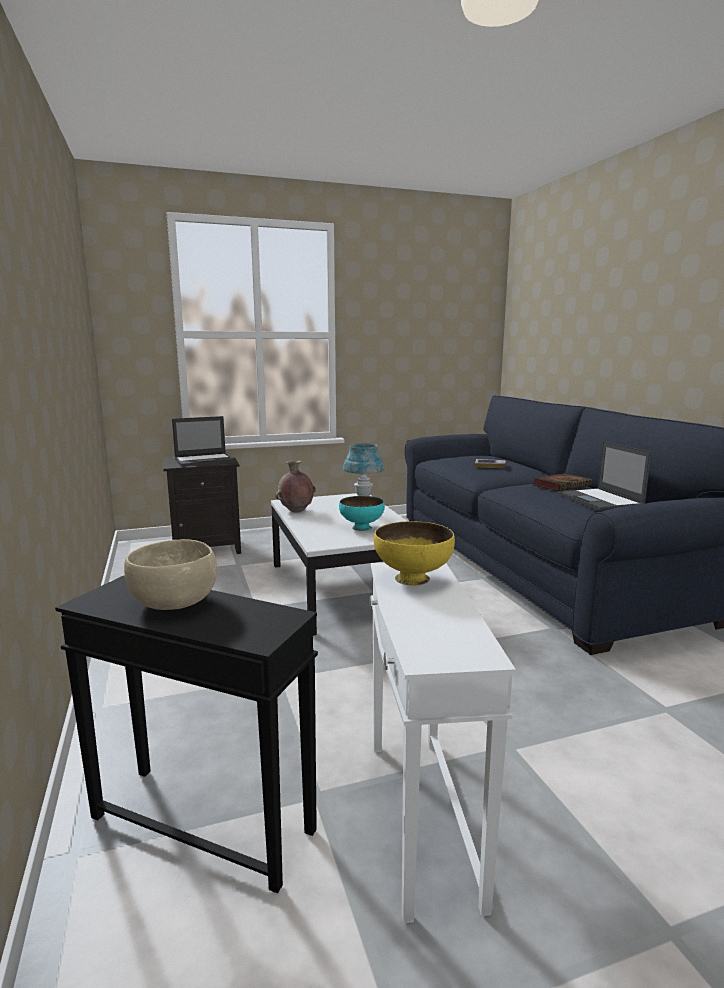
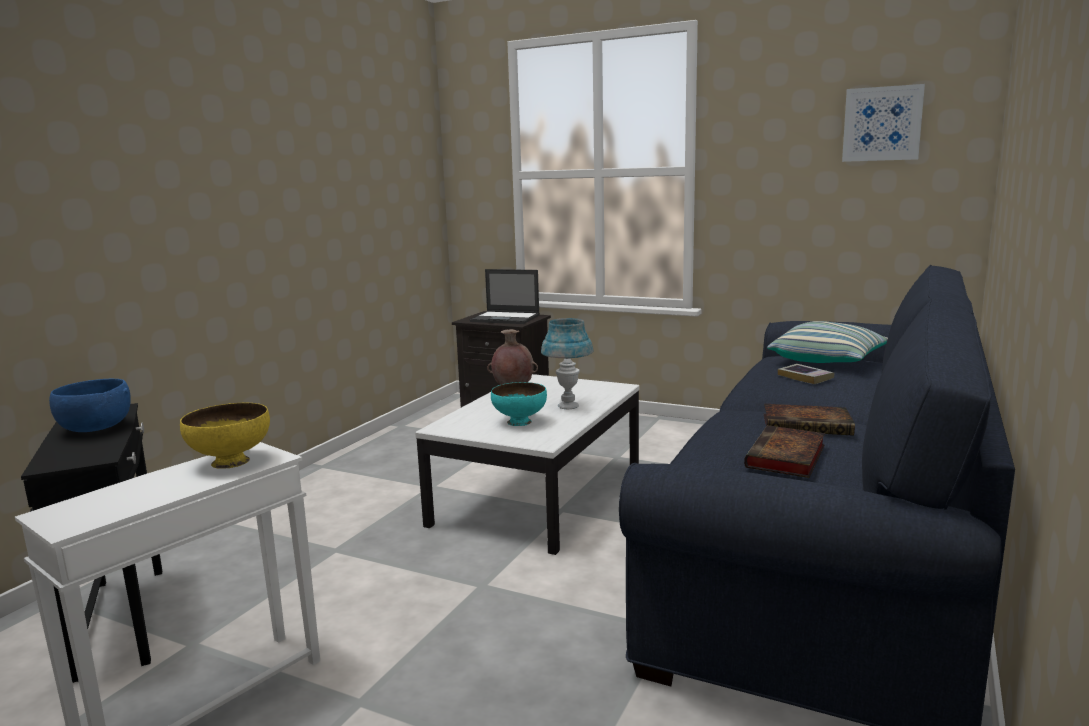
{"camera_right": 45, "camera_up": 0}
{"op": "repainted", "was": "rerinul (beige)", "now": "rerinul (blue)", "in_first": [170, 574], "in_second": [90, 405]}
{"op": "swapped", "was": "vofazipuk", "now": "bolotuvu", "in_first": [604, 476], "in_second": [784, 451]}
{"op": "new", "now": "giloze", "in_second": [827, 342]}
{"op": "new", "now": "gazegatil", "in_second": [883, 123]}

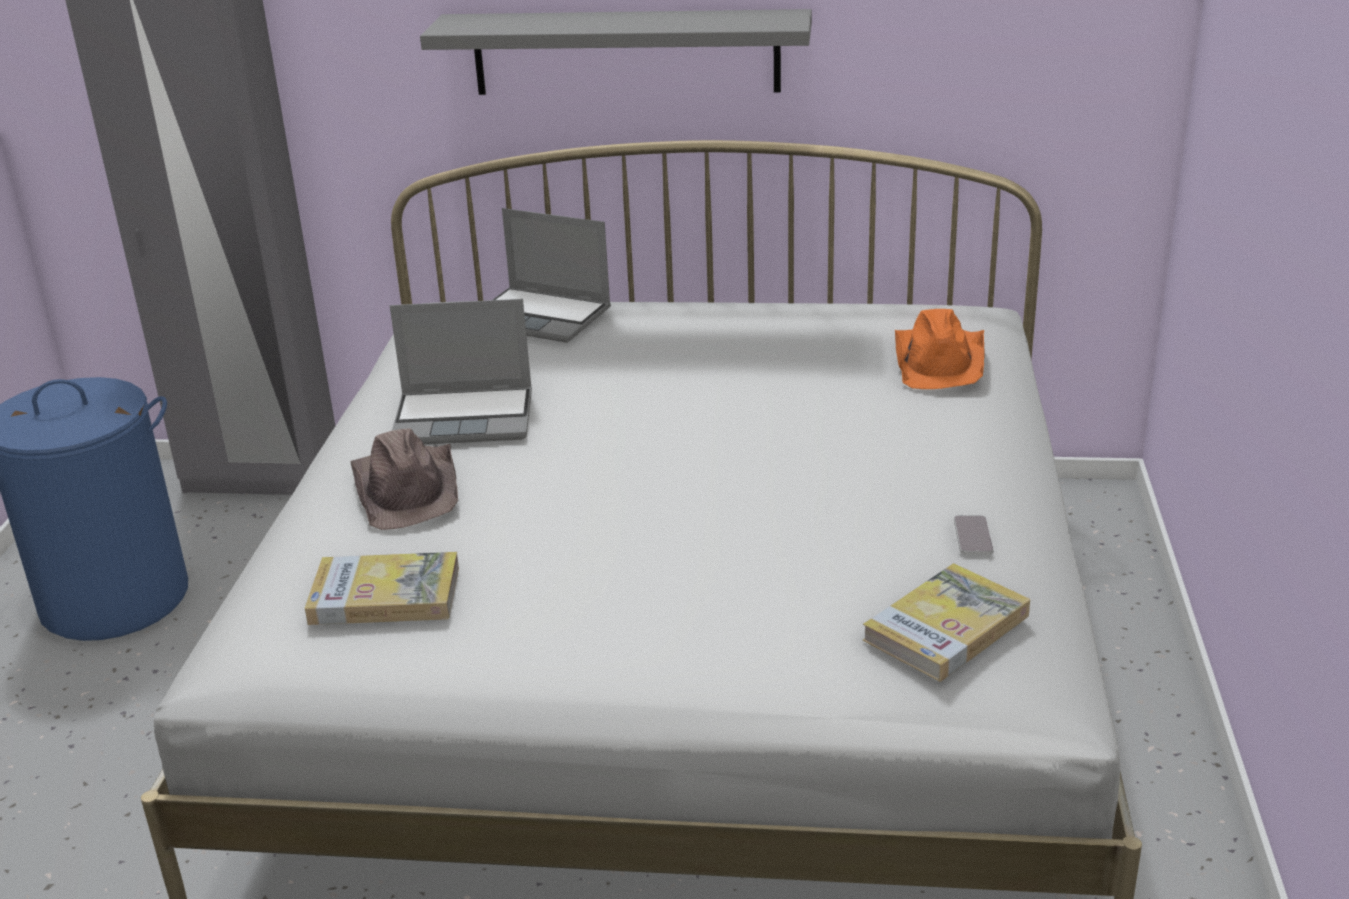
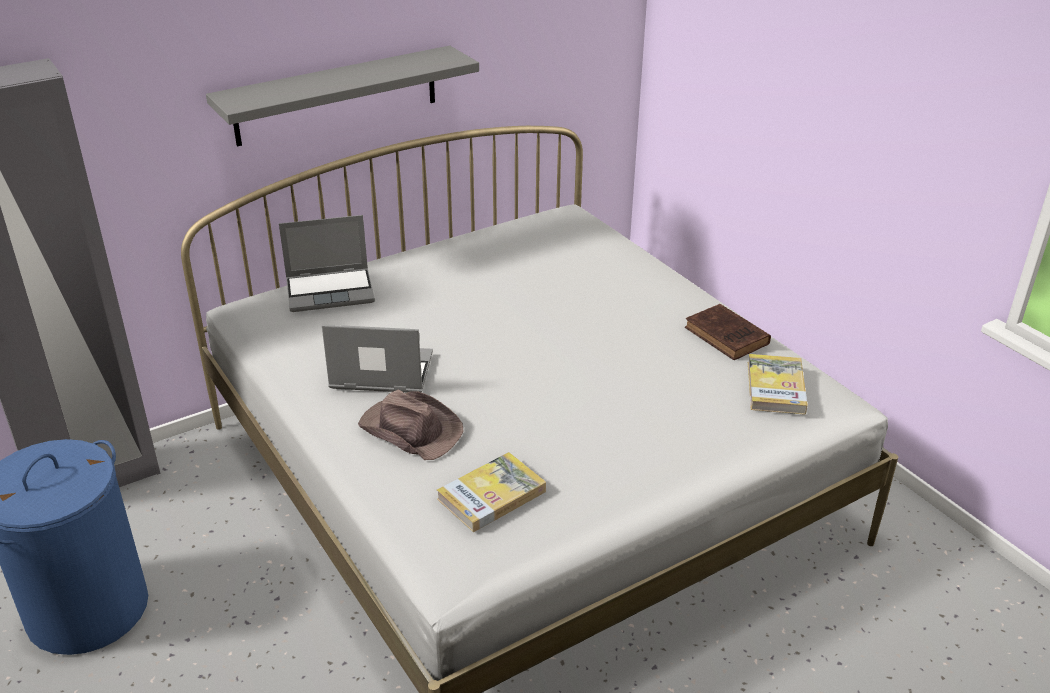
{"camera_right": -40, "camera_up": 5}
{"op": "rotated", "was": "vofazipuk", "in_first": [461, 371], "in_second": [377, 358], "clockwise": -135}
{"op": "gone", "was": "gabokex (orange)", "in_first": [940, 349]}
{"op": "swapped", "was": "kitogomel", "now": "bolotuvu (brown)", "in_first": [974, 534], "in_second": [728, 332]}

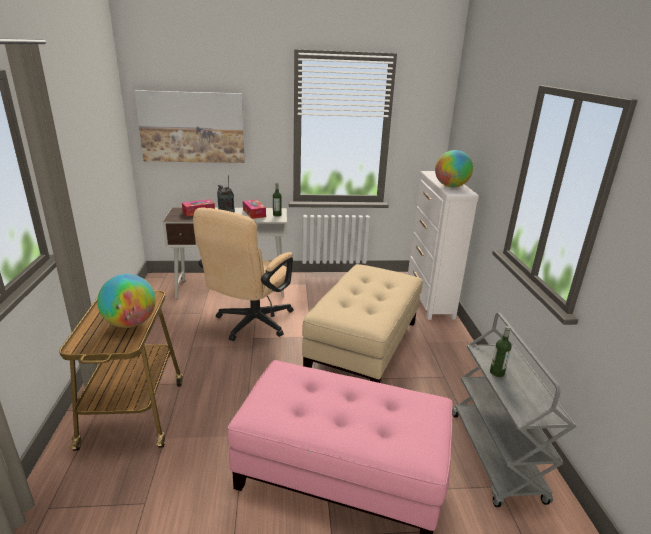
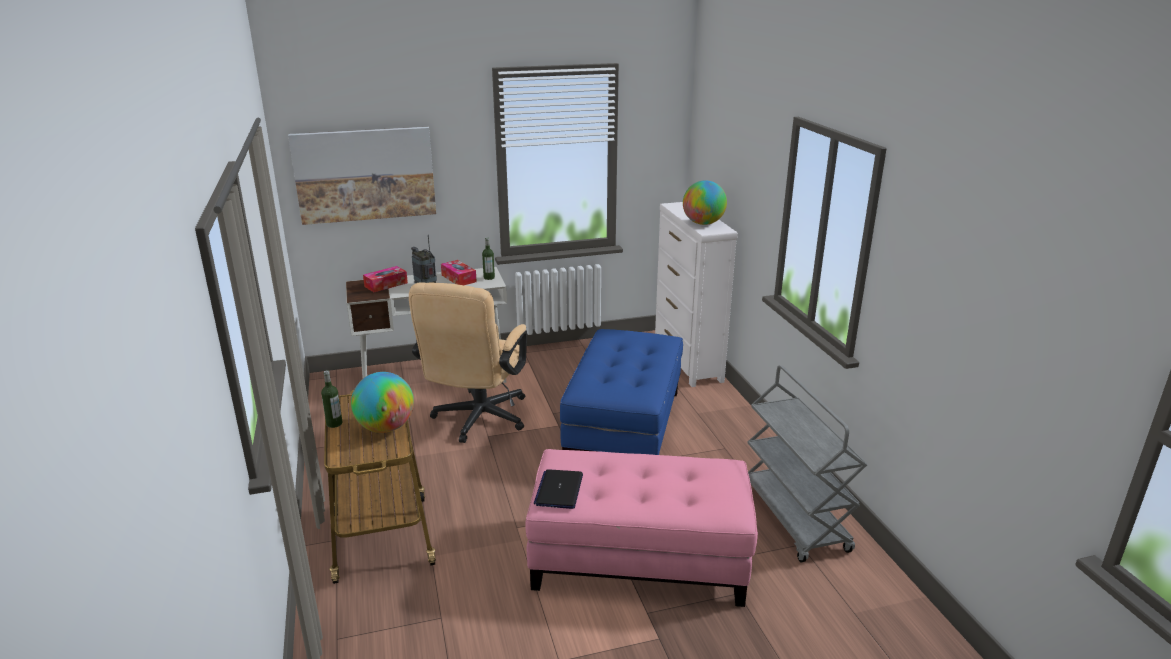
{"camera_right": -10, "camera_up": 0}
{"op": "repainted", "was": "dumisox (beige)", "now": "dumisox (blue)", "in_first": [362, 323], "in_second": [621, 392]}
{"op": "shifted", "was": "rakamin", "in_first": [500, 351], "in_second": [332, 399]}
{"op": "new", "now": "vofazipuk", "in_second": [558, 489]}

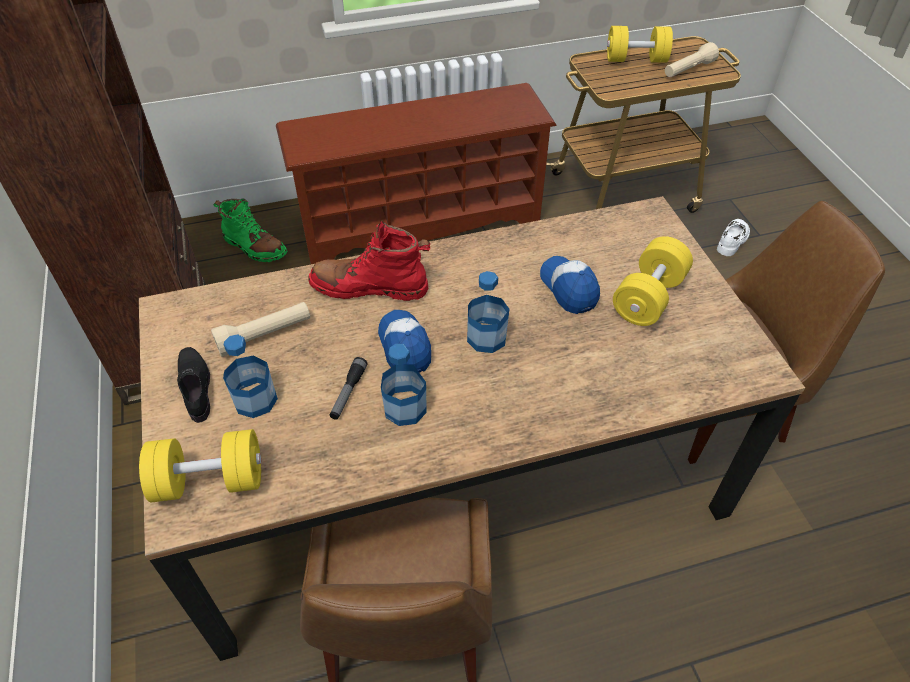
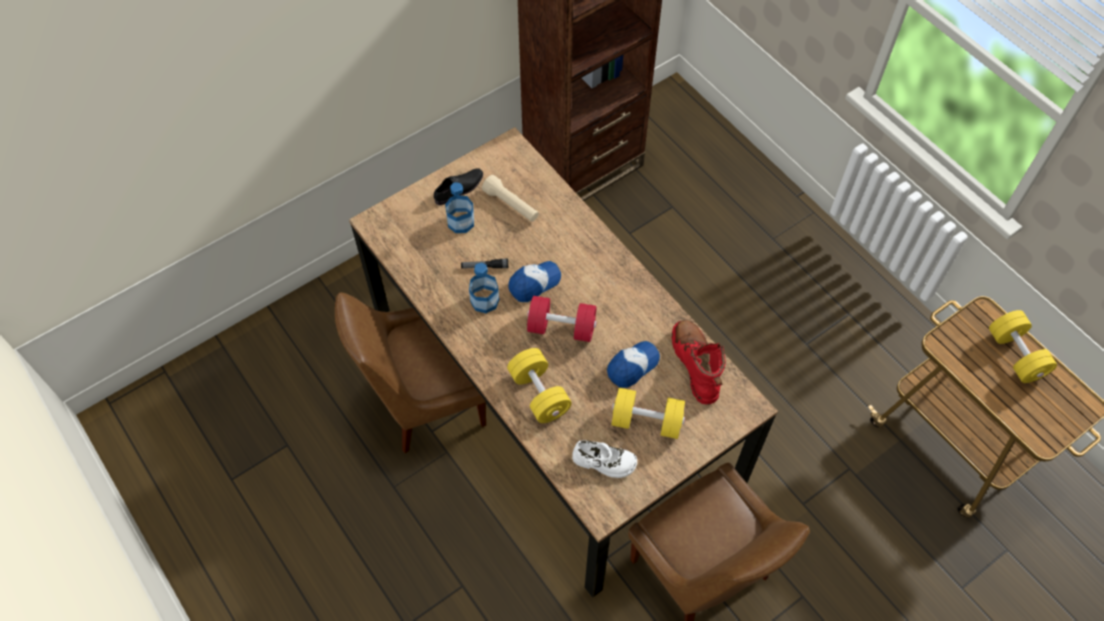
{"camera_right": 70, "camera_up": 10}
{"op": "shifted", "was": "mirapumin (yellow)", "in_first": [200, 465], "in_second": [539, 385]}
{"op": "gone", "was": "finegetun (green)", "in_first": [250, 230]}
{"op": "gone", "was": "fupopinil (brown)", "in_first": [416, 173]}
{"op": "shifted", "was": "finegetun (red)", "in_first": [369, 260], "in_second": [699, 362]}
{"op": "swapped", "was": "rakamin", "now": "mirapumin (red)", "in_first": [488, 312], "in_second": [562, 319]}
{"op": "gone", "was": "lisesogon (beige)", "in_first": [692, 59]}
{"op": "shifted", "was": "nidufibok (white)", "in_first": [733, 237], "in_second": [604, 459]}

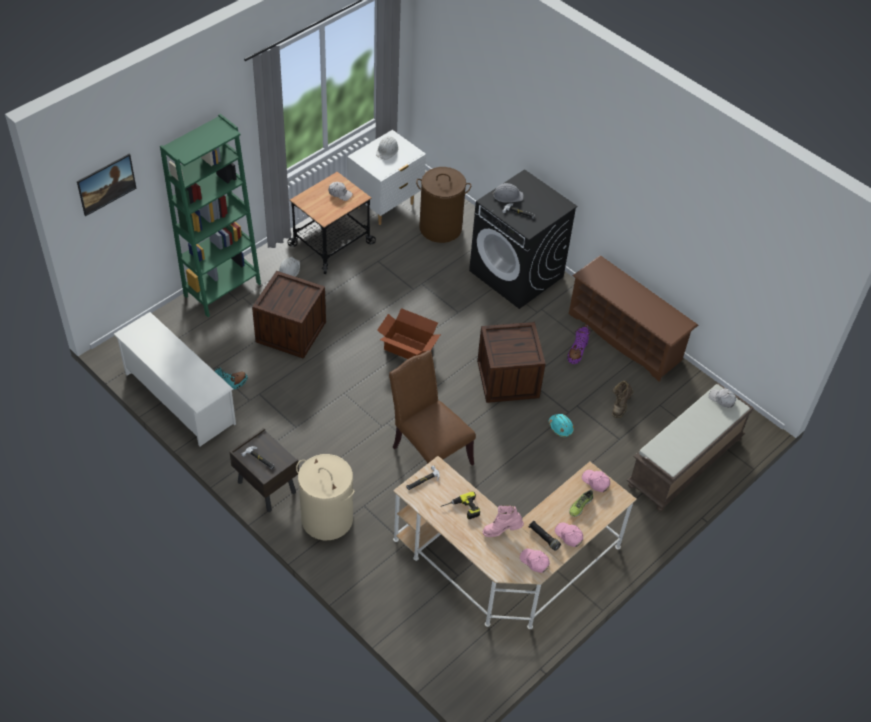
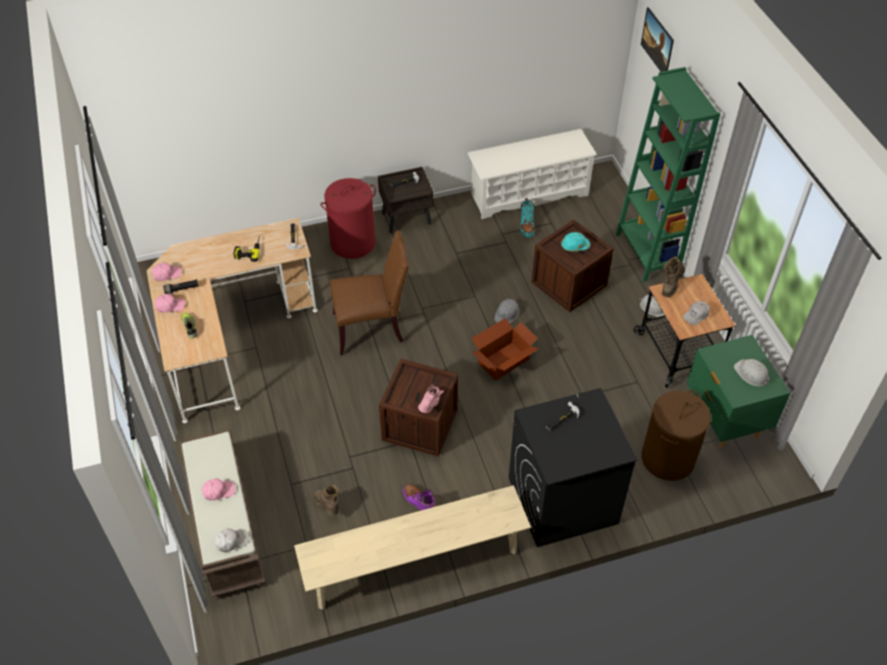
{"camera_right": 120, "camera_up": 0}
{"op": "repainted", "was": "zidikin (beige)", "now": "zidikin (red)", "in_first": [325, 497], "in_second": [348, 218]}
{"op": "repainted", "was": "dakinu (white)", "now": "dakinu (green)", "in_first": [386, 177], "in_second": [738, 392]}
{"op": "shifted", "was": "finegetun (pink)", "in_first": [503, 521], "in_second": [431, 398]}
{"op": "shifted", "was": "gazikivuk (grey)", "in_first": [507, 193], "in_second": [507, 311]}
{"op": "shifted", "was": "gazikivuk (turquoise)", "in_first": [561, 425], "in_second": [575, 242]}
{"op": "swapped", "was": "fupopinil (brown)", "now": "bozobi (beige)", "in_first": [633, 318], "in_second": [412, 547]}
{"op": "shifted", "was": "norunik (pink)", "in_first": [596, 481], "in_second": [218, 489]}
{"op": "new", "now": "finegetun (brown)", "in_second": [673, 277]}

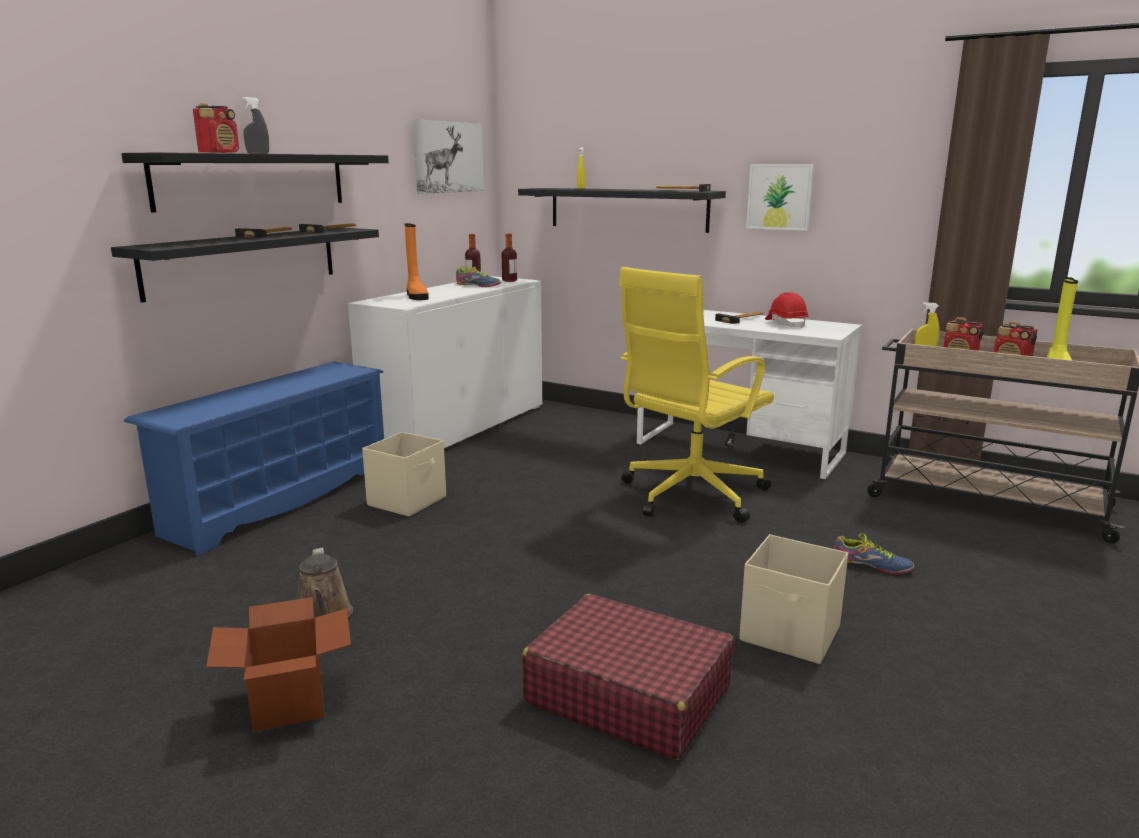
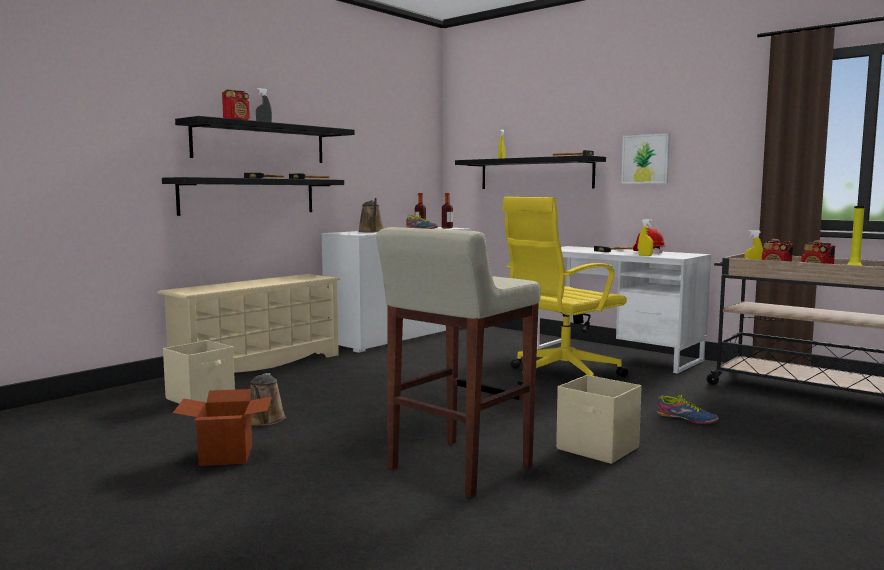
{"camera_right": 10, "camera_up": -10}
{"op": "repainted", "was": "fupopinil (blue)", "now": "fupopinil (beige)", "in_first": [254, 459], "in_second": [248, 323]}
{"op": "shifted", "was": "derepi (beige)", "in_first": [404, 474], "in_second": [199, 372]}
{"op": "swapped", "was": "finegetun (orange)", "now": "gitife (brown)", "in_first": [417, 261], "in_second": [370, 215]}
{"op": "gone", "was": "gazegatil", "in_first": [448, 156]}
{"op": "swapped", "was": "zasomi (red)", "now": "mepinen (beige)", "in_first": [628, 677], "in_second": [458, 362]}
{"op": "new", "now": "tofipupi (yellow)", "in_second": [645, 237]}

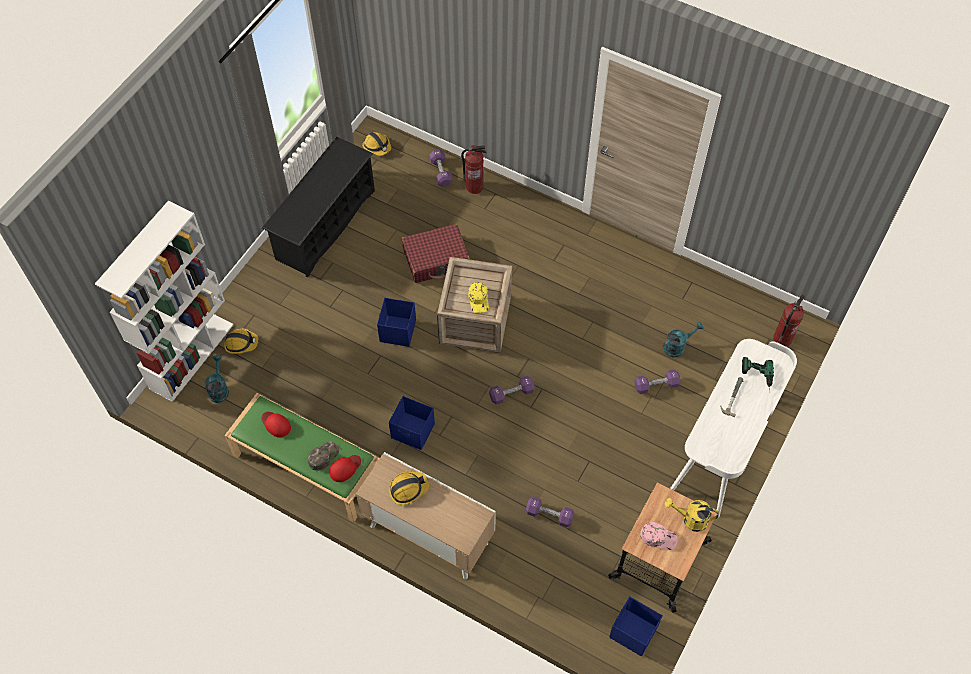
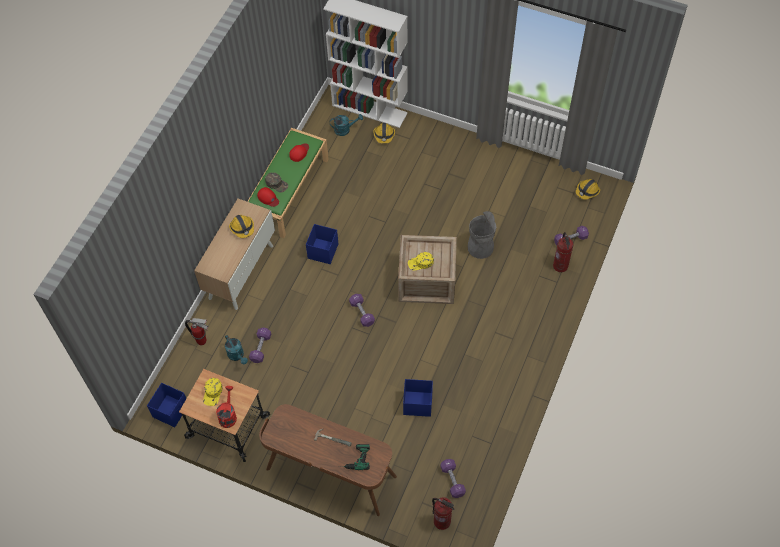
{"camera_right": 85, "camera_up": 0}
{"op": "gone", "was": "fupopinil (black)", "in_first": [318, 207]}
{"op": "shifted", "was": "derepi (blue)", "in_first": [396, 322], "in_second": [418, 398]}
{"op": "swapped", "was": "zasomi (red)", "now": "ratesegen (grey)", "in_first": [436, 253], "in_second": [482, 235]}
{"op": "shifted", "was": "mirapumin (purple)", "in_first": [657, 382], "in_second": [453, 478]}
{"op": "repainted", "was": "norunik (pink)", "now": "norunik (yellow)", "in_first": [659, 536], "in_second": [213, 392]}
{"op": "shifted", "was": "gitife (turquoise)", "in_first": [683, 340], "in_second": [236, 349]}
{"op": "repainted", "was": "gitife (yellow)", "now": "gitife (red)", "in_first": [692, 515], "in_second": [226, 407]}
{"op": "repainted", "was": "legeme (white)", "now": "legeme (brown)", "in_first": [733, 428], "in_second": [328, 460]}
{"op": "new", "now": "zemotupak", "in_second": [197, 331]}

